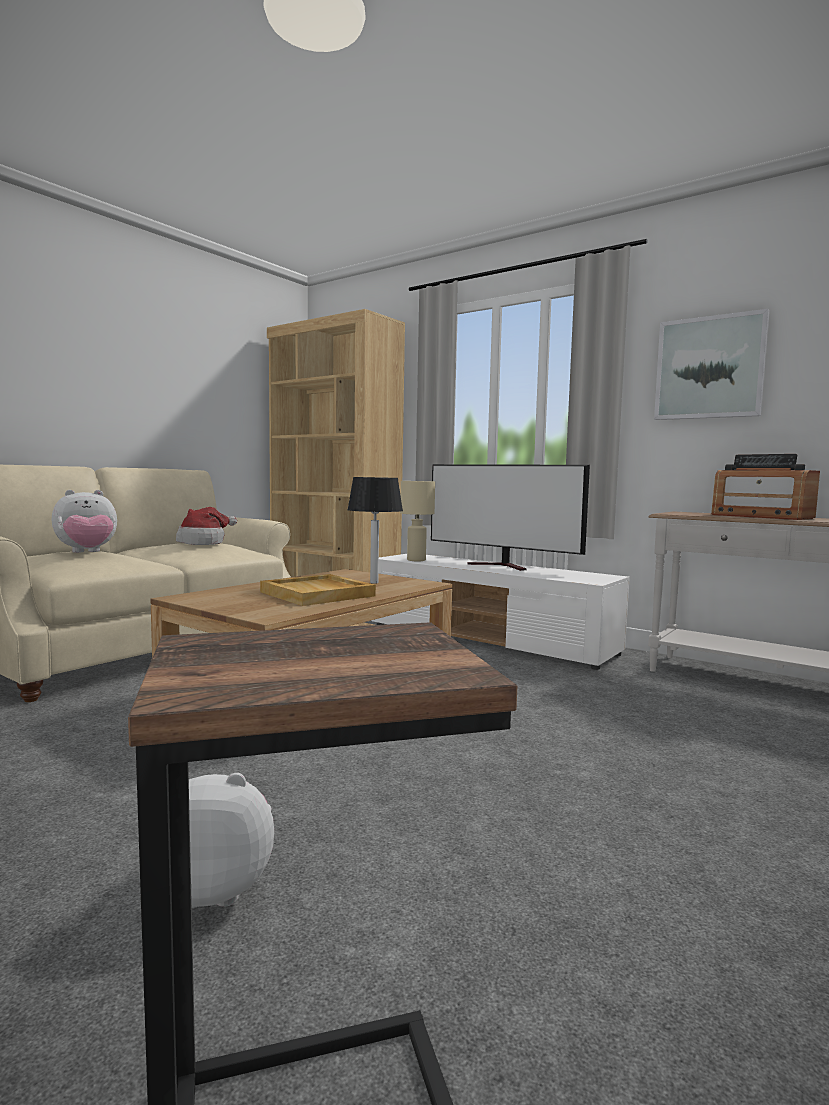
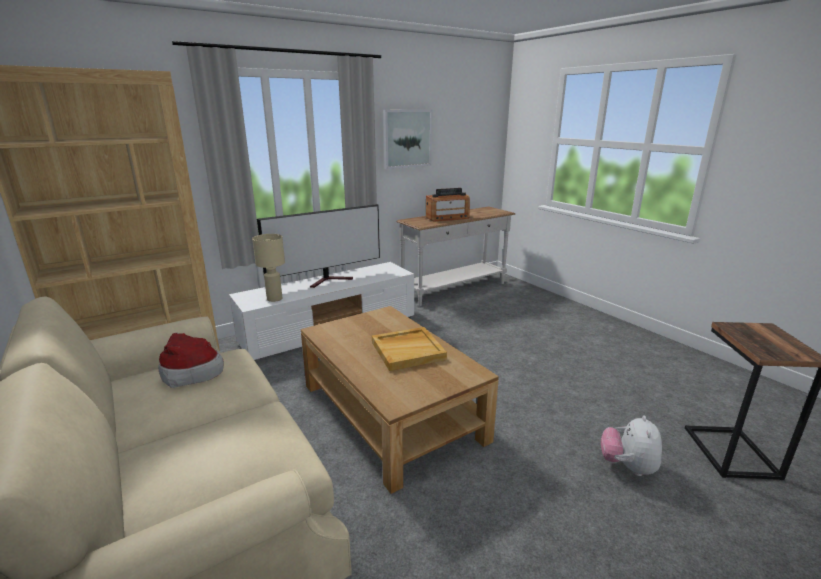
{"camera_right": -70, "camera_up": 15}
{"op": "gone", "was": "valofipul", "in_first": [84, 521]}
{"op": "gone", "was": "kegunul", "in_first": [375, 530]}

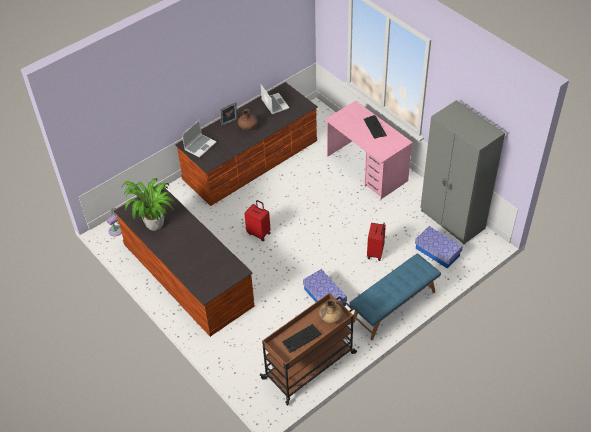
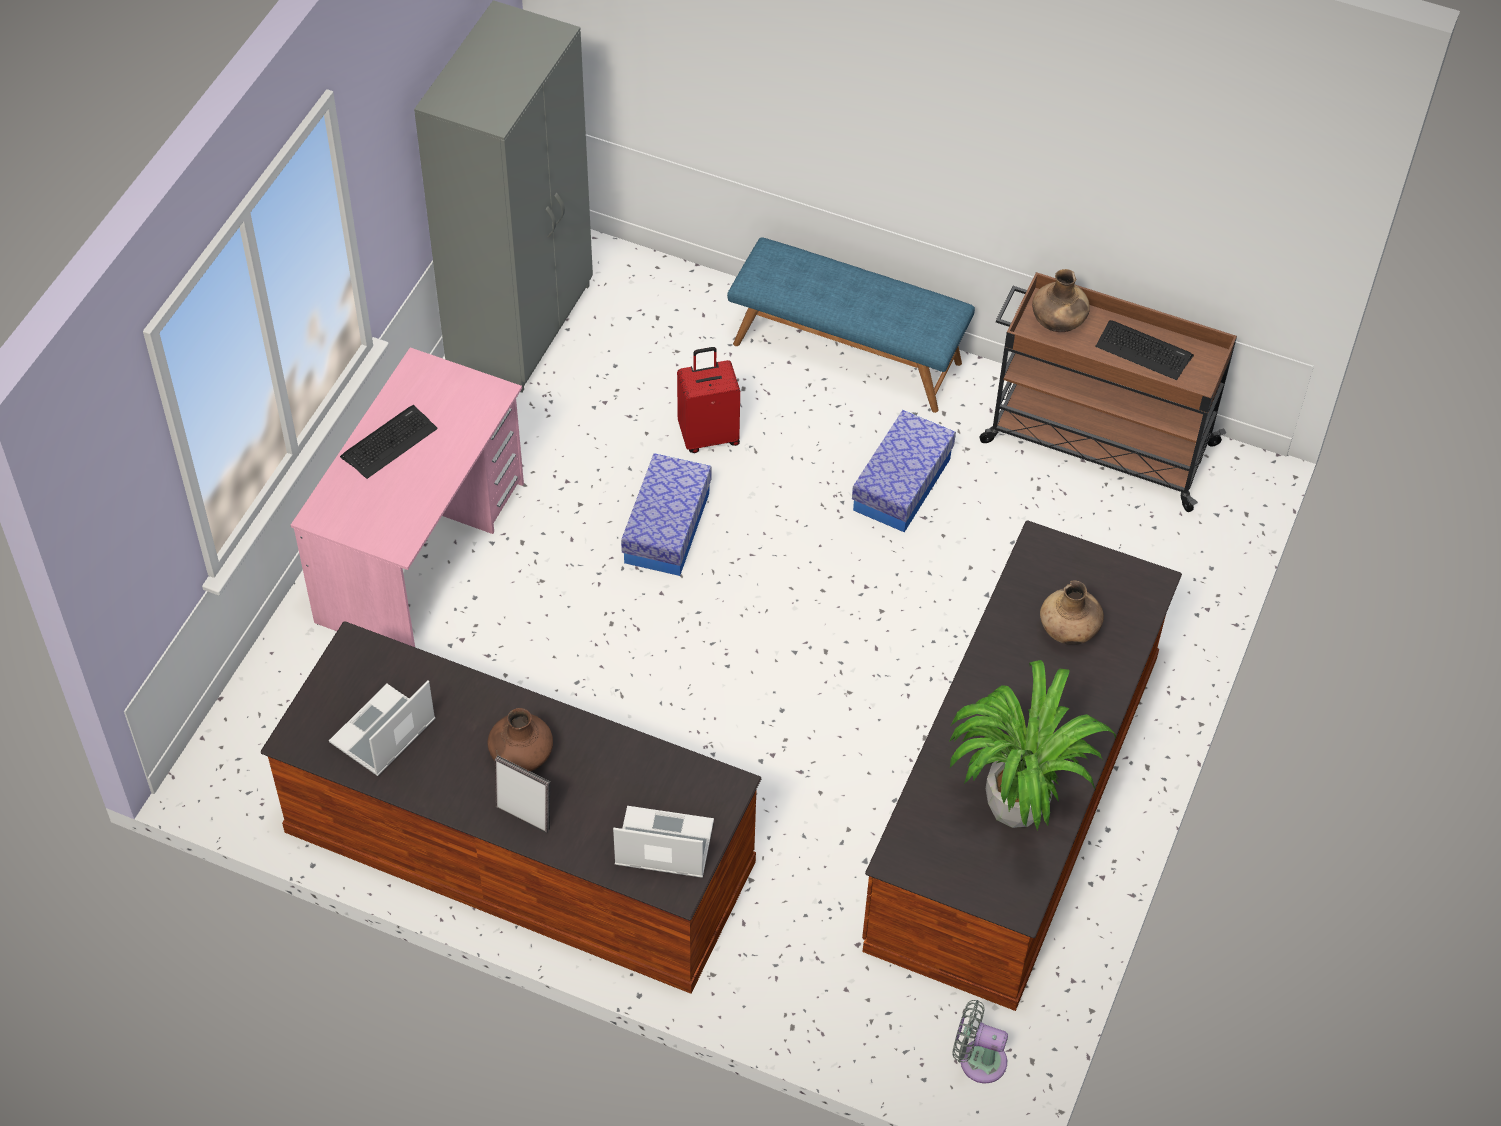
{"camera_right": -120, "camera_up": 5}
{"op": "gone", "was": "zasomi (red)", "in_first": [257, 220]}
{"op": "shifted", "was": "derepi", "in_first": [439, 247], "in_second": [666, 514]}
{"op": "new", "now": "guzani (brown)", "in_second": [1072, 613]}

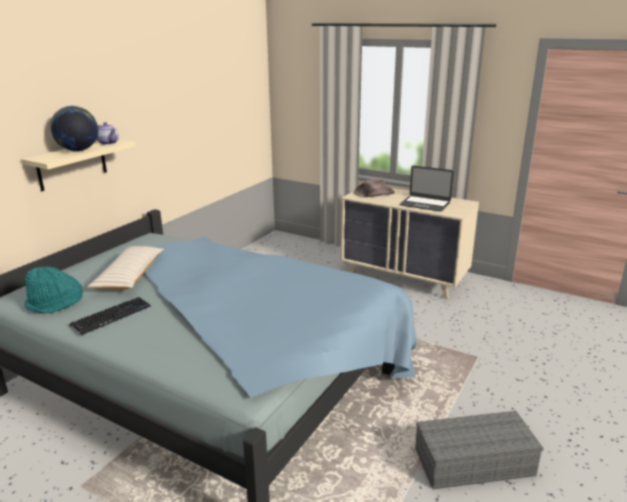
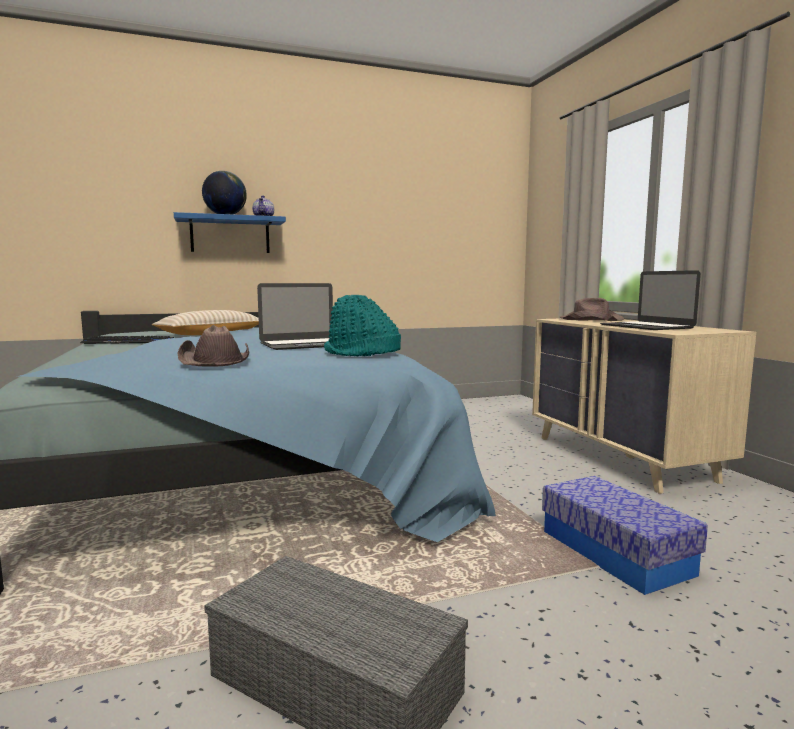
{"camera_right": 40, "camera_up": -15}
{"op": "repainted", "was": "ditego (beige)", "now": "ditego (blue)", "in_first": [78, 165], "in_second": [230, 232]}
{"op": "shifted", "was": "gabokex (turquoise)", "in_first": [53, 289], "in_second": [362, 326]}
{"op": "new", "now": "gabokex (brown)", "in_second": [213, 346]}
{"op": "new", "now": "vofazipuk", "in_second": [295, 316]}
{"op": "new", "now": "derepi", "in_second": [625, 535]}

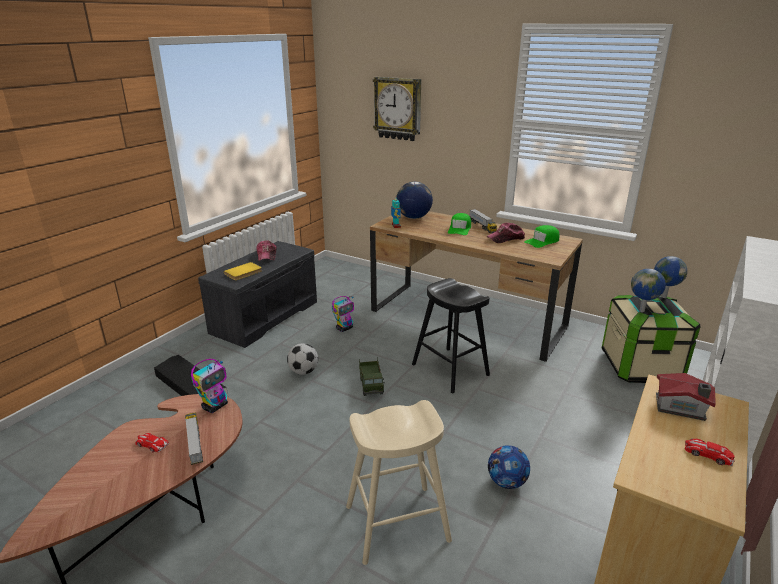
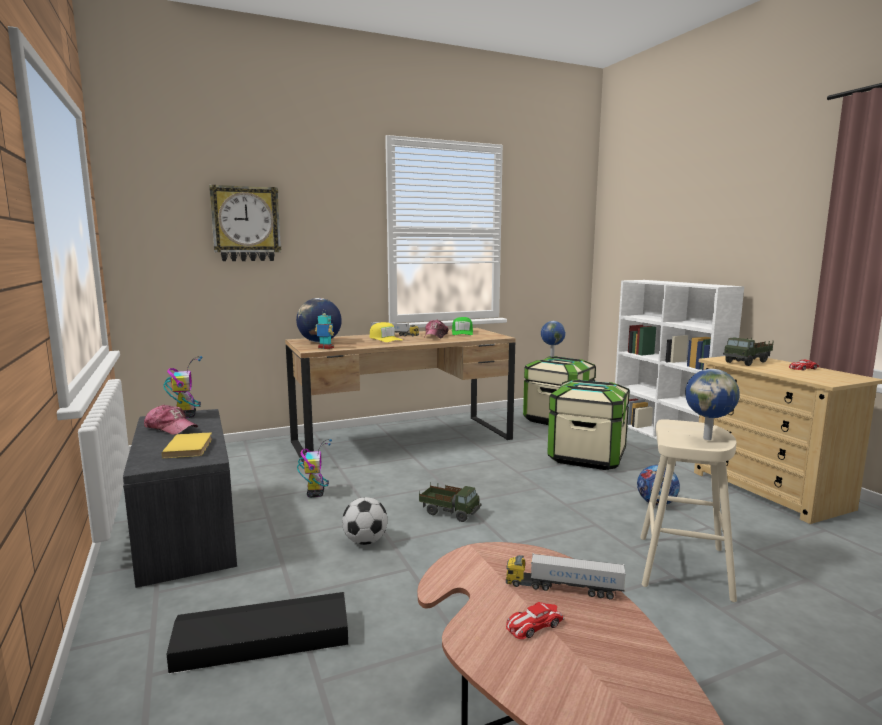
{"camera_right": -55, "camera_up": -15}
{"op": "shifted", "was": "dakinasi", "in_first": [209, 386], "in_second": [182, 387]}
{"op": "gone", "was": "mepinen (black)", "in_first": [451, 335]}
{"op": "repainted", "was": "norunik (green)", "now": "norunik (yellow)", "in_first": [459, 224], "in_second": [385, 332]}
{"op": "shifted", "was": "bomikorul", "in_first": [648, 291], "in_second": [712, 404]}
{"op": "swapped", "was": "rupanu", "now": "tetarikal", "in_first": [686, 397], "in_second": [748, 351]}
{"op": "new", "now": "derepi", "in_second": [588, 424]}

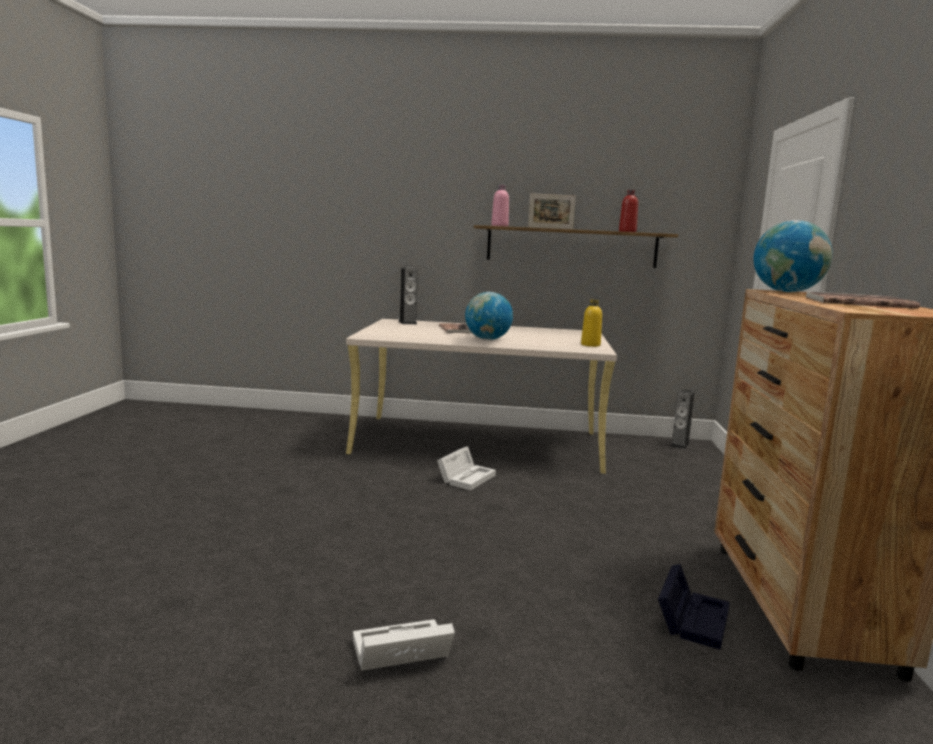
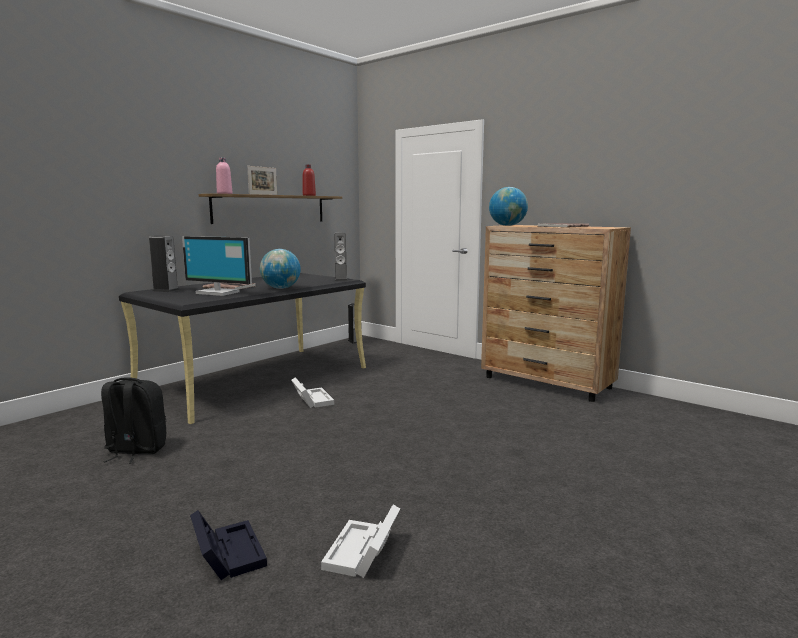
{"camera_right": -55, "camera_up": 0}
{"op": "repainted", "was": "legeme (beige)", "now": "legeme (black)", "in_first": [481, 396], "in_second": [242, 348]}
{"op": "shifted", "was": "derepi (white)", "in_first": [404, 645], "in_second": [360, 541]}
{"op": "swapped", "was": "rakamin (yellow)", "now": "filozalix", "in_first": [591, 323], "in_second": [340, 256]}
{"op": "shifted", "was": "derepi (black)", "in_first": [694, 607], "in_second": [228, 545]}
{"op": "new", "now": "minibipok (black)", "in_second": [133, 420]}
{"op": "new", "now": "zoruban", "in_second": [217, 266]}

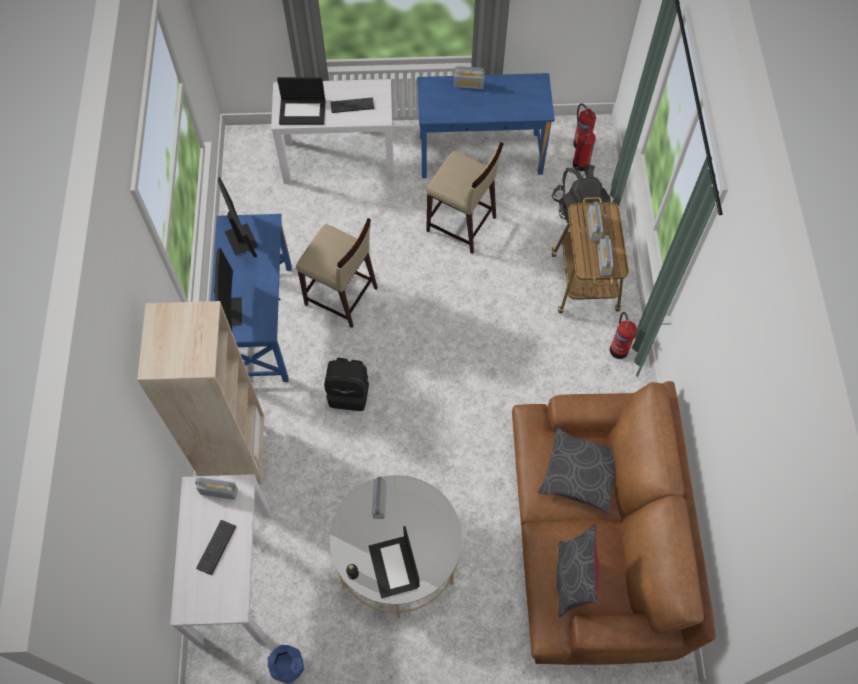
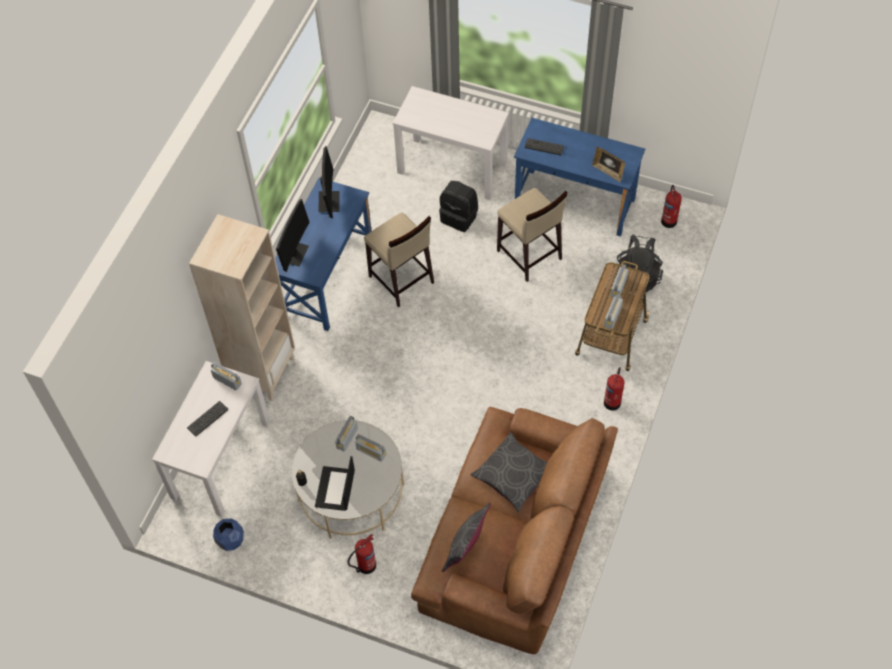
{"camera_right": 25, "camera_up": -5}
{"op": "gone", "was": "vofazipuk", "in_first": [301, 101]}
{"op": "shifted", "was": "minibipok (black)", "in_first": [346, 384], "in_second": [458, 206]}
{"op": "shifted", "was": "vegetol", "in_first": [352, 105], "in_second": [544, 146]}
{"op": "shifted", "was": "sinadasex", "in_first": [469, 77], "in_second": [370, 448]}
{"op": "shifted", "was": "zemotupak", "in_first": [584, 146], "in_second": [362, 554]}
{"op": "new", "now": "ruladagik", "in_second": [608, 164]}

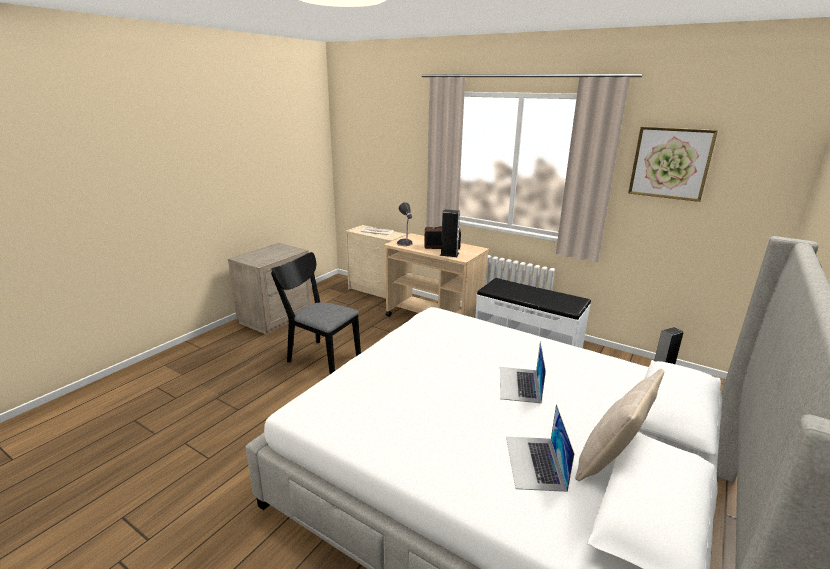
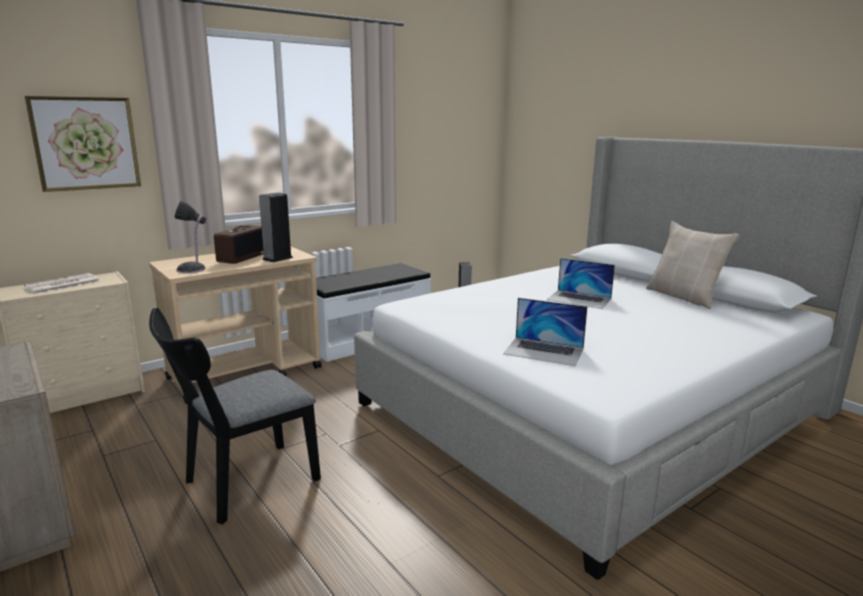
{"camera_right": -70, "camera_up": -5}
{"op": "shifted", "was": "vofazipuk", "in_first": [540, 448], "in_second": [545, 332]}
{"op": "shifted", "was": "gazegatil", "in_first": [673, 164], "in_second": [83, 144]}

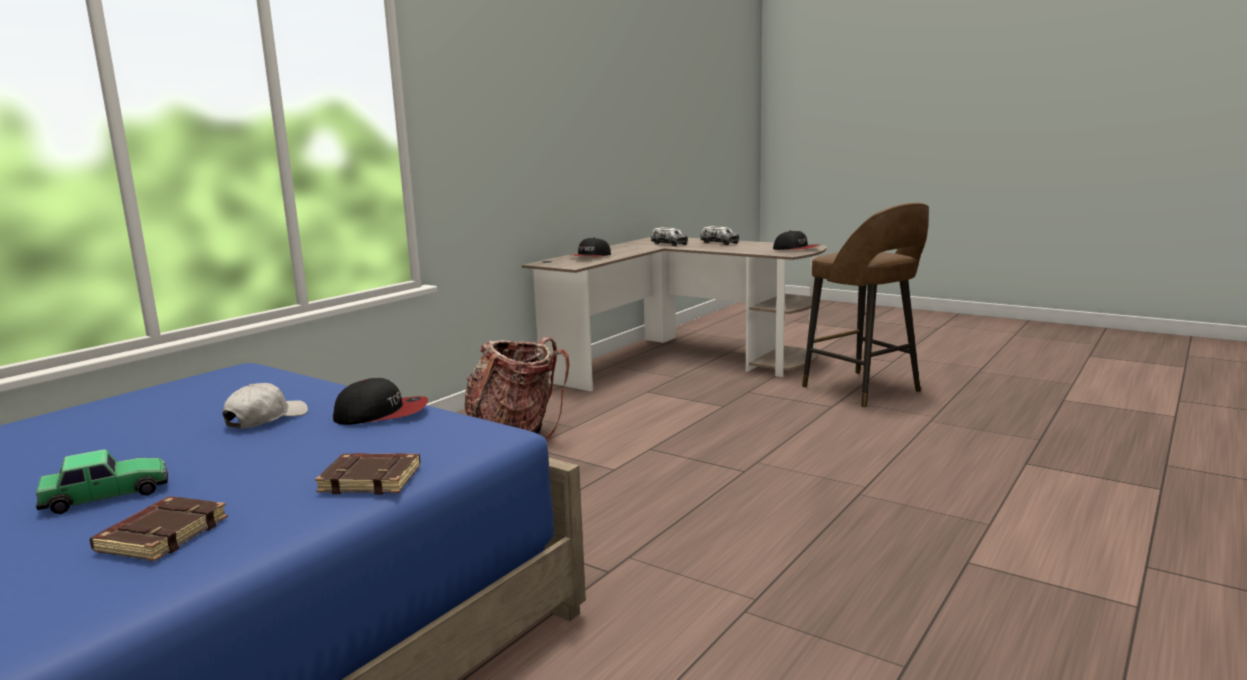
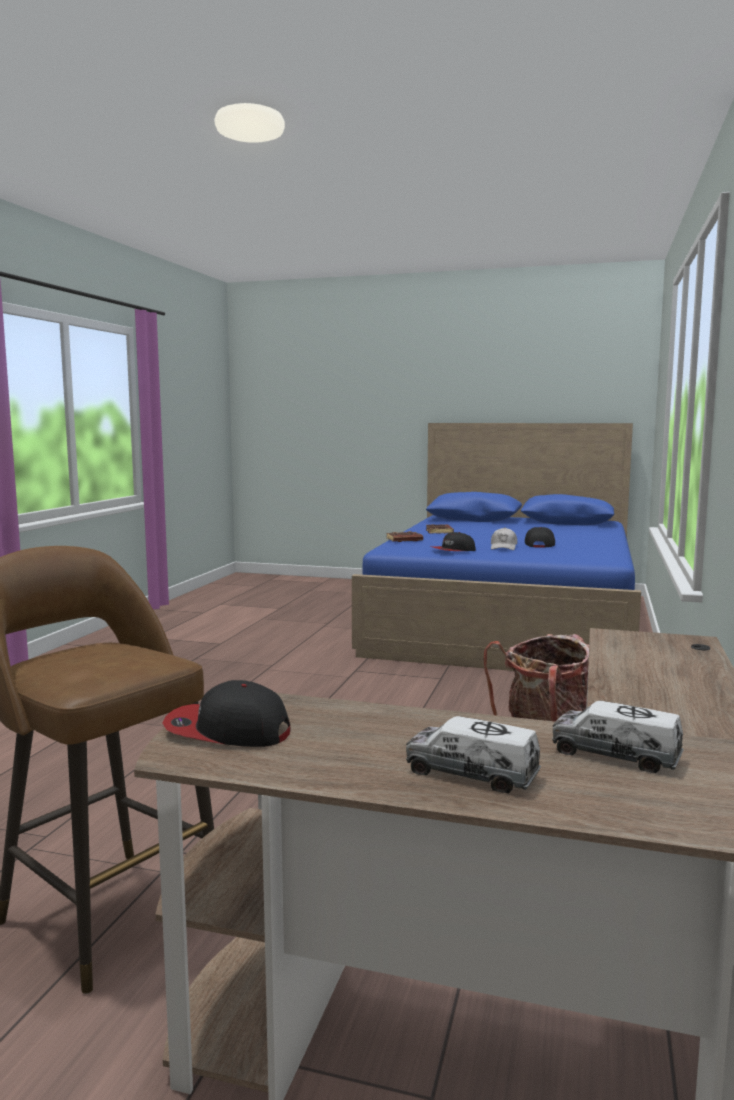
{"camera_right": 160, "camera_up": -5}
{"op": "gone", "was": "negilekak", "in_first": [102, 481]}
{"op": "shifted", "was": "norunik", "in_first": [591, 247], "in_second": [540, 537]}

